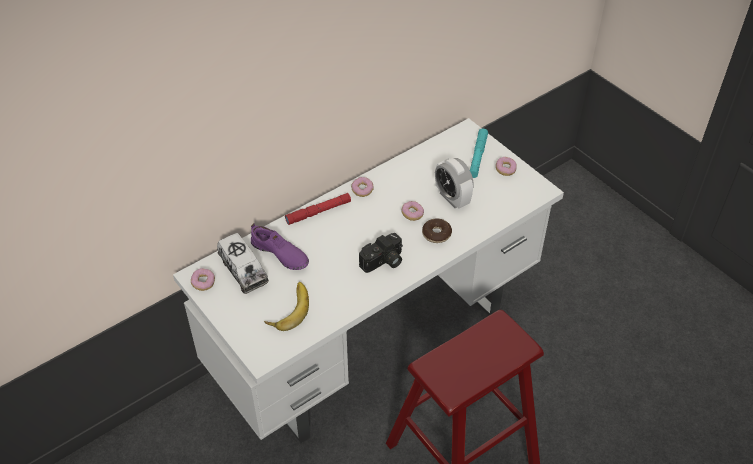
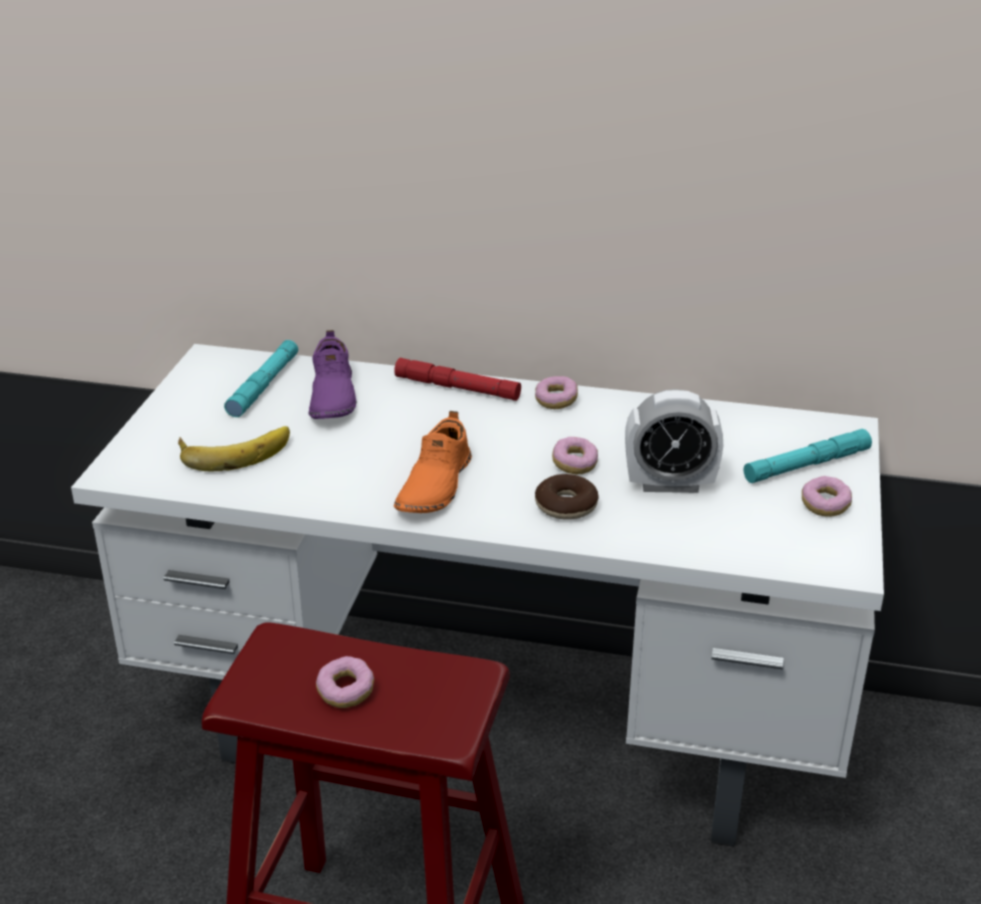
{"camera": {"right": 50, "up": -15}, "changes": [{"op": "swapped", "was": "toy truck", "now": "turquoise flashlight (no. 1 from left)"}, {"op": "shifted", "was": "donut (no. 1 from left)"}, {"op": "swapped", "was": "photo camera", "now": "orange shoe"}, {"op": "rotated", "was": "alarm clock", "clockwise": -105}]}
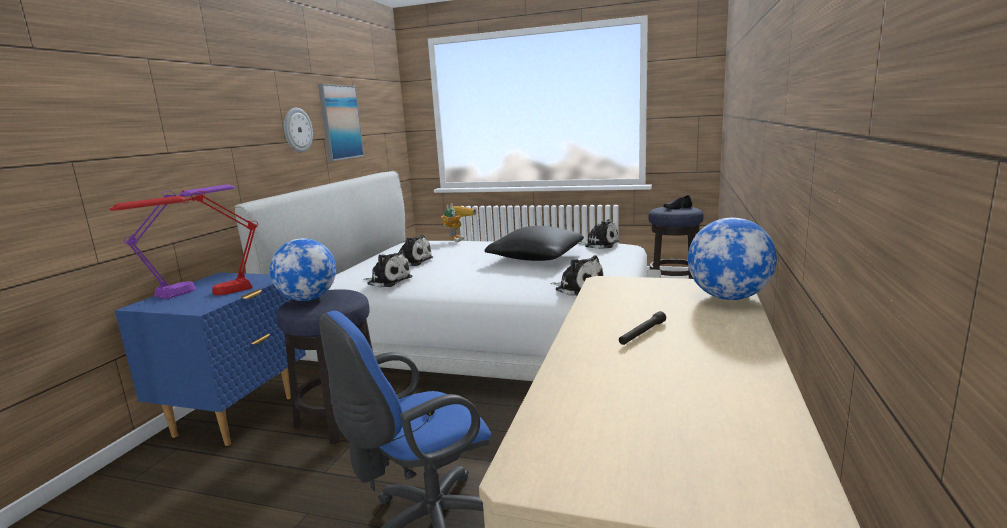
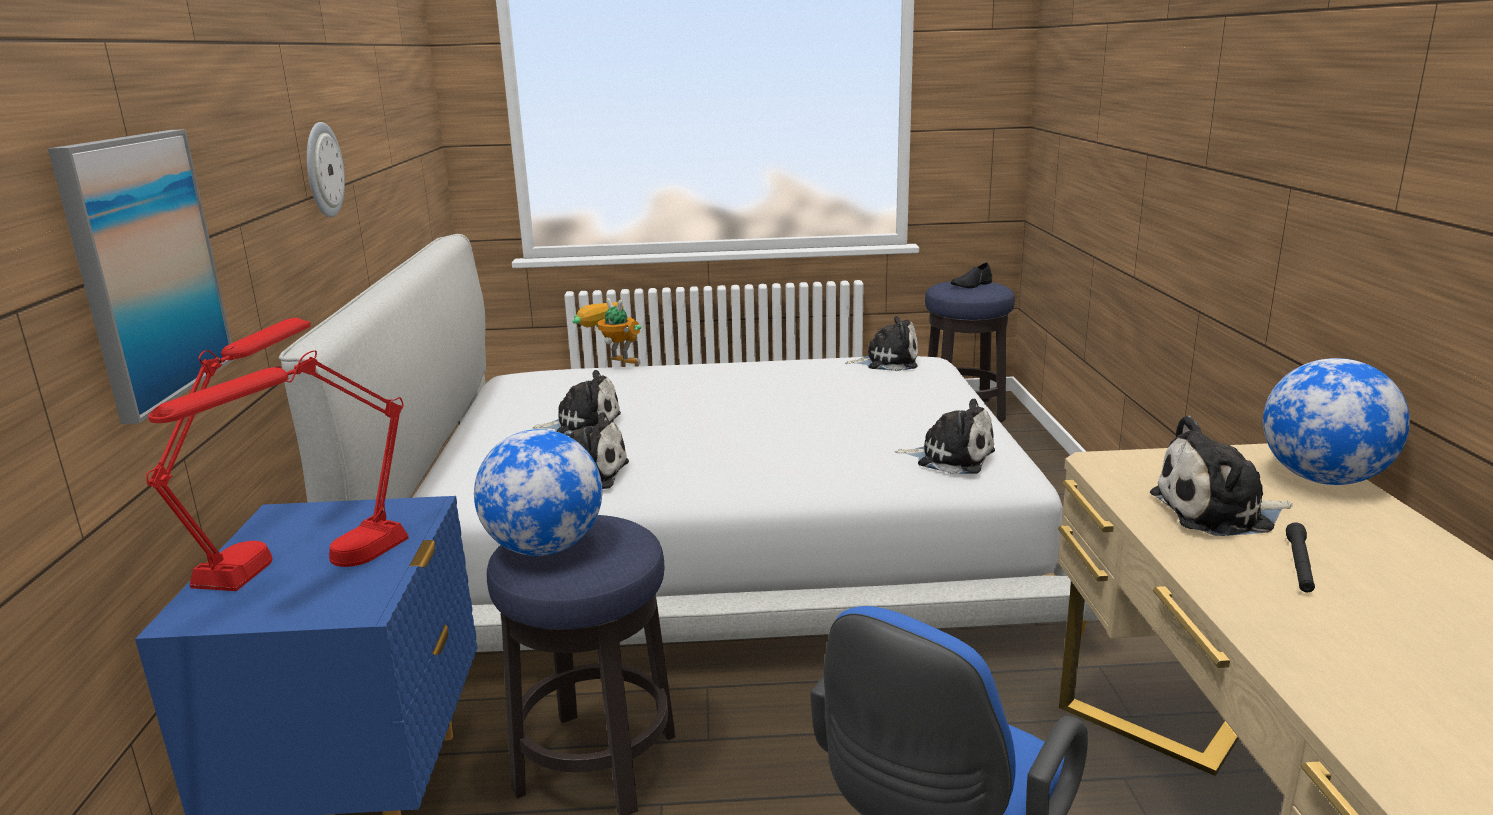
{"camera": {"right": -20, "up": 5}, "changes": [{"op": "shifted", "was": "picture"}, {"op": "repainted", "was": "purple table lamp", "now": "red table lamp (no. 1 from left)"}, {"op": "rotated", "was": "toy robot", "clockwise": -60}, {"op": "new", "now": "plush toy (no. 5 from left)"}, {"op": "gone", "was": "black pillow"}]}
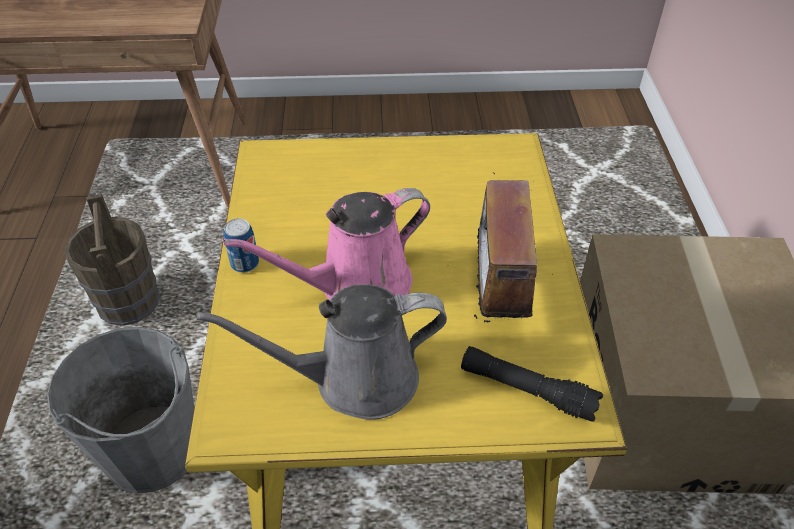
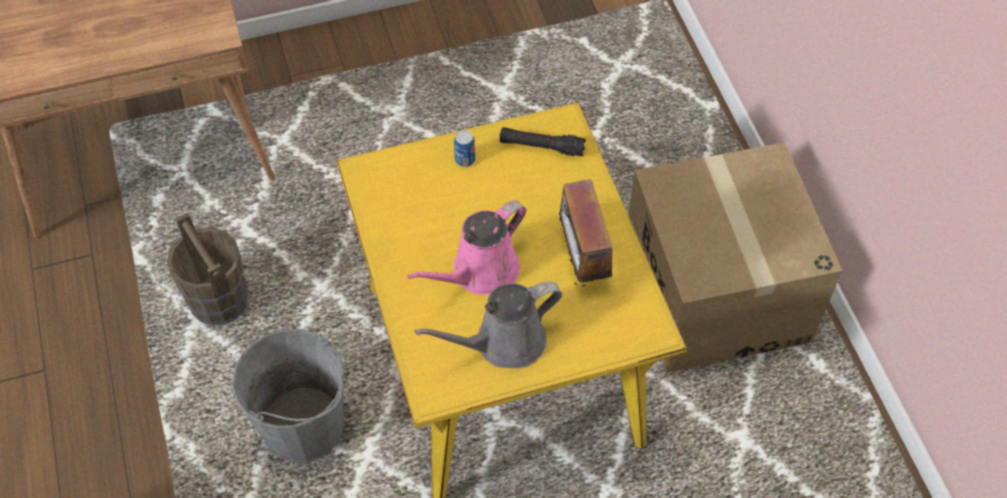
{"camera": {"right": -15, "up": 10}, "changes": [{"op": "shifted", "was": "can"}, {"op": "shifted", "was": "black flashlight"}]}
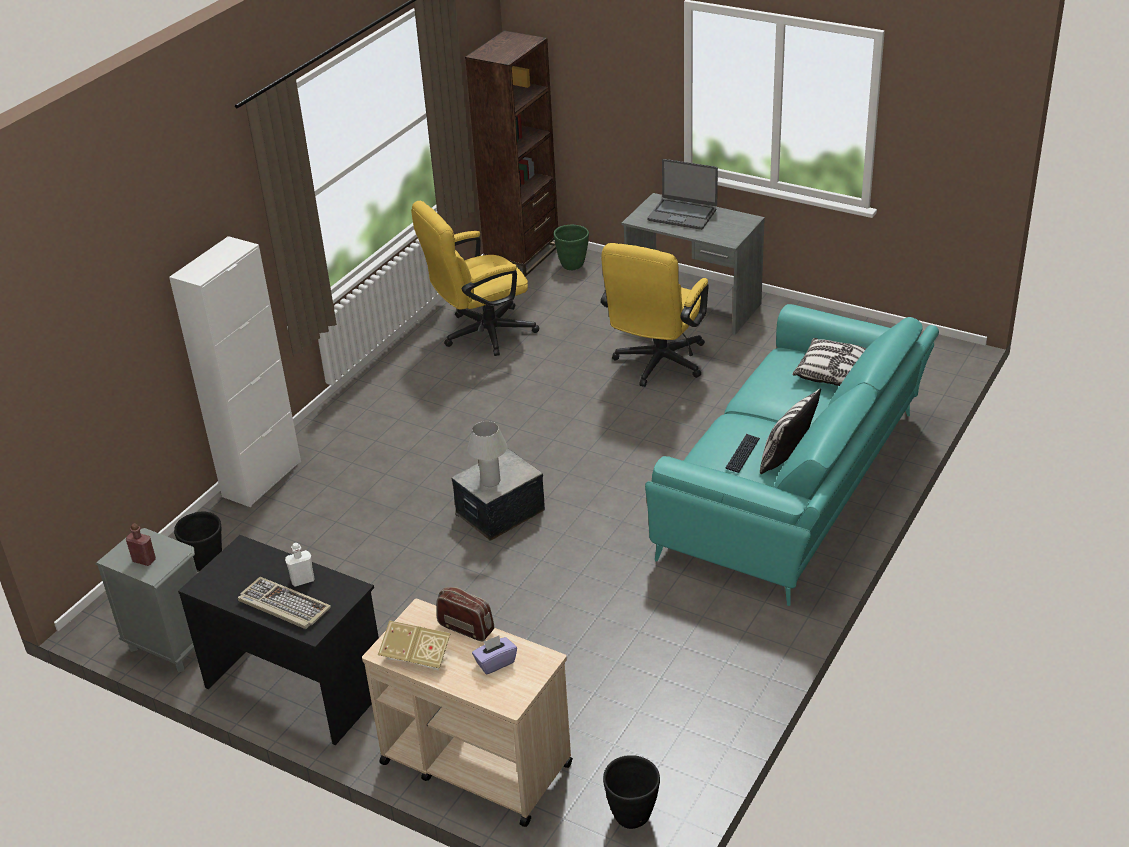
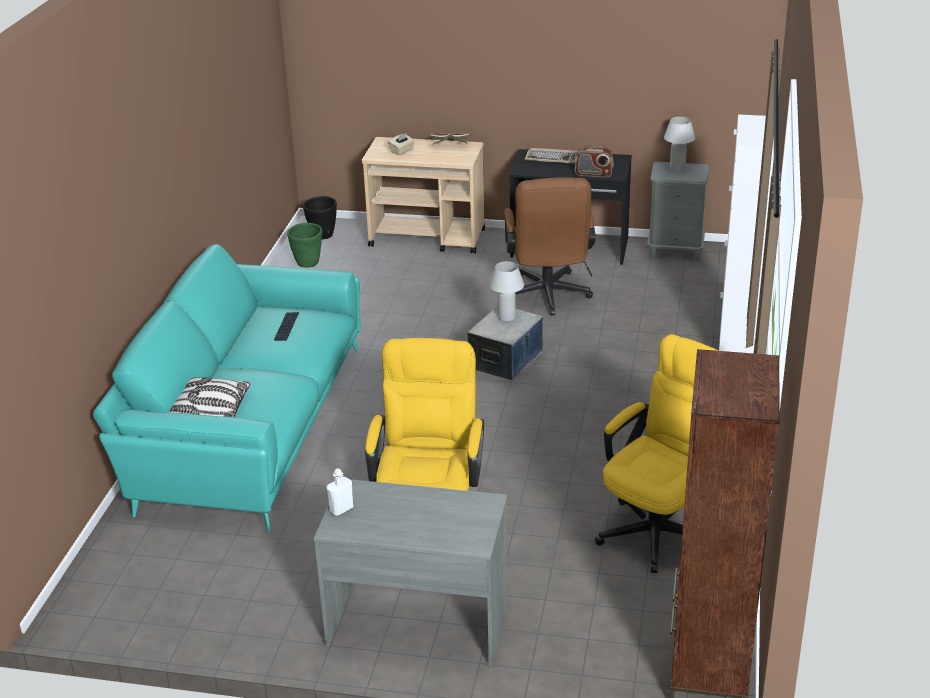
{"camera": {"right": 160, "up": -5}, "changes": [{"op": "shifted", "was": "green planter"}, {"op": "shifted", "was": "white bottle"}, {"op": "repainted", "was": "purple tissue box", "now": "beige tissue box"}, {"op": "new", "now": "brown office chair"}, {"op": "shifted", "was": "radio"}, {"op": "swapped", "was": "red bottle", "now": "white table lamp (no. 2 from left)"}, {"op": "gone", "was": "black planter (no. 1 from left)"}, {"op": "gone", "was": "laptop"}, {"op": "gone", "was": "pillow (no. 1 from left)"}]}
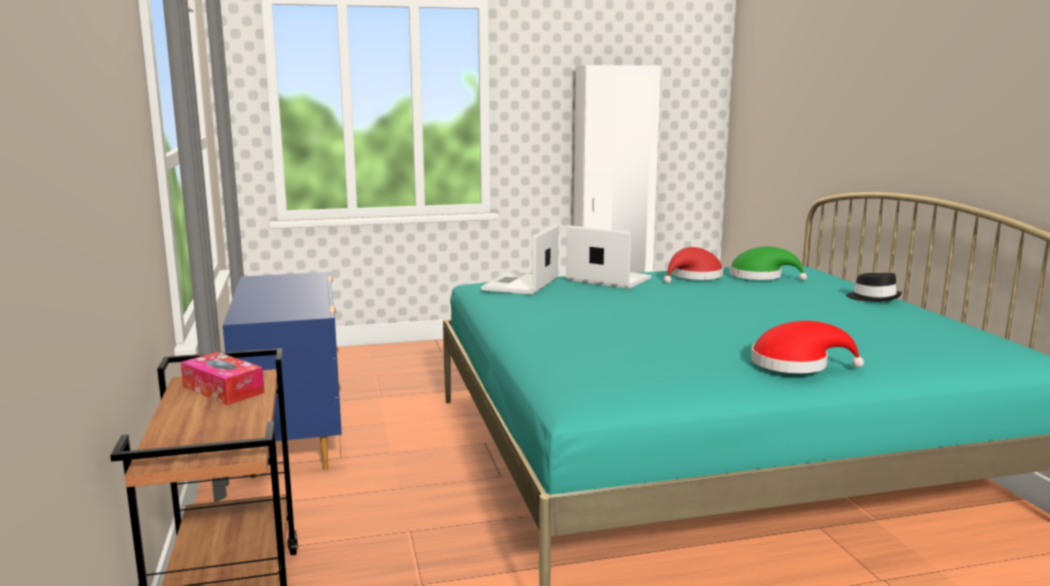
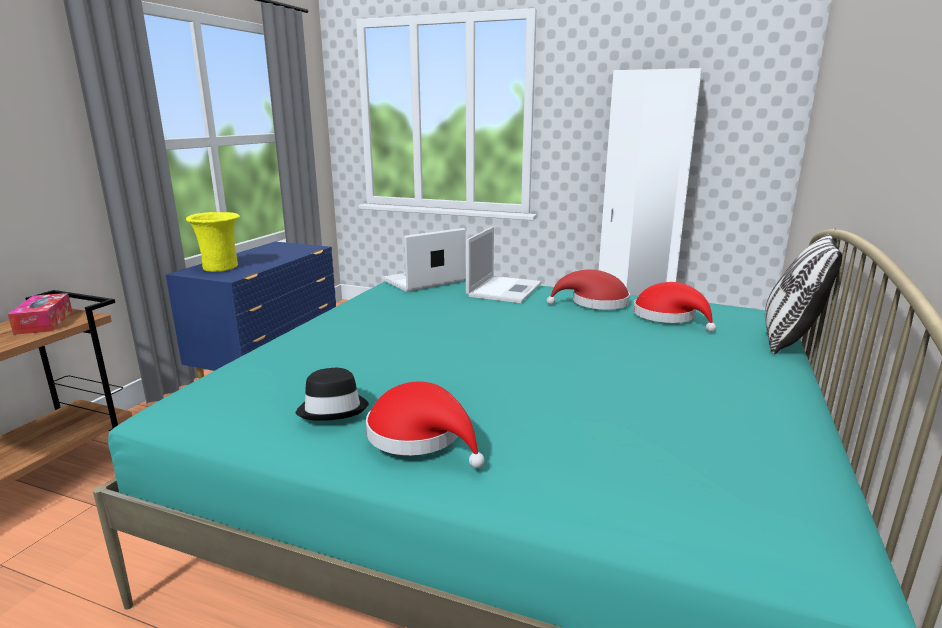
{"camera": {"right": 35, "up": 5}, "changes": [{"op": "new", "now": "yellow vase"}, {"op": "shifted", "was": "black hat"}, {"op": "rotated", "was": "laptop (no. 2 from left)", "clockwise": 45}, {"op": "repainted", "was": "green hat", "now": "red hat (no. 3 from left)"}, {"op": "new", "now": "pillow"}]}
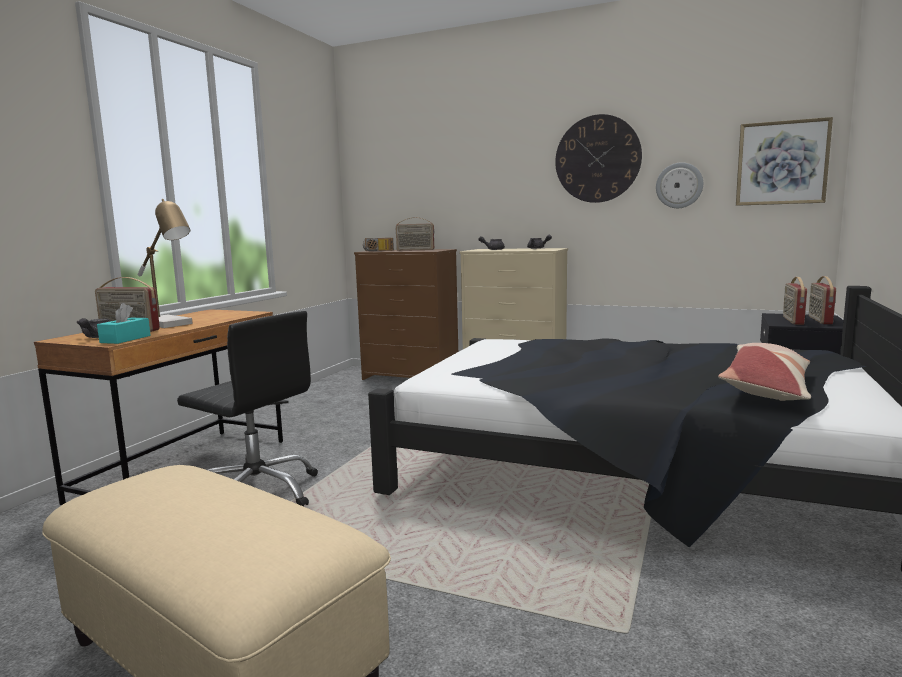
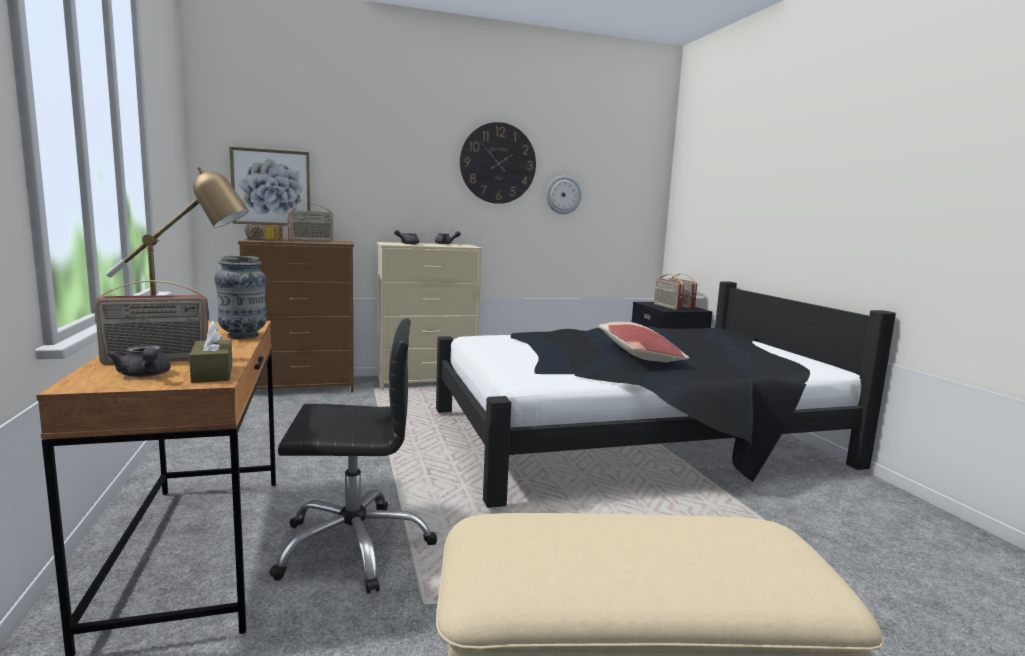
{"camera": {"right": -40, "up": 0}, "changes": [{"op": "repainted", "was": "turquoise tissue box", "now": "brown tissue box"}, {"op": "new", "now": "vase"}, {"op": "shifted", "was": "picture"}, {"op": "shifted", "was": "pillow"}]}
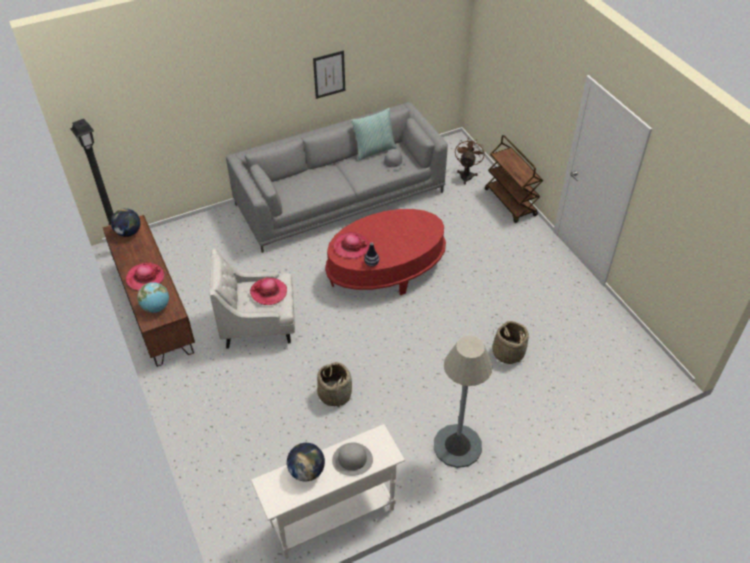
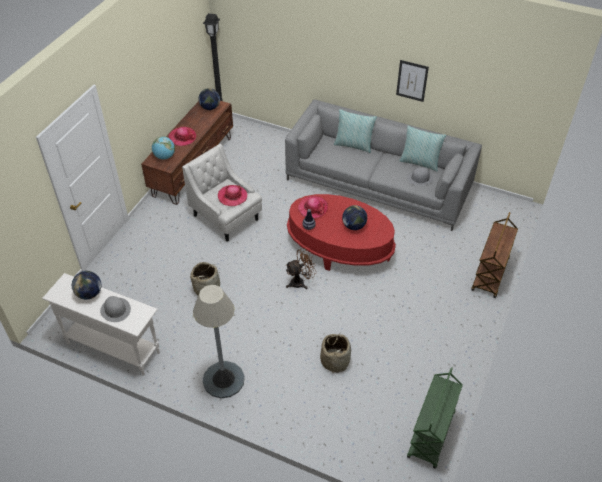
{"camera": {"right": 50, "up": 0}, "changes": [{"op": "shifted", "was": "brown fan"}, {"op": "new", "now": "pillow (no. 1 from left)"}, {"op": "new", "now": "globe (no. 4 from left)"}, {"op": "new", "now": "green cart"}]}
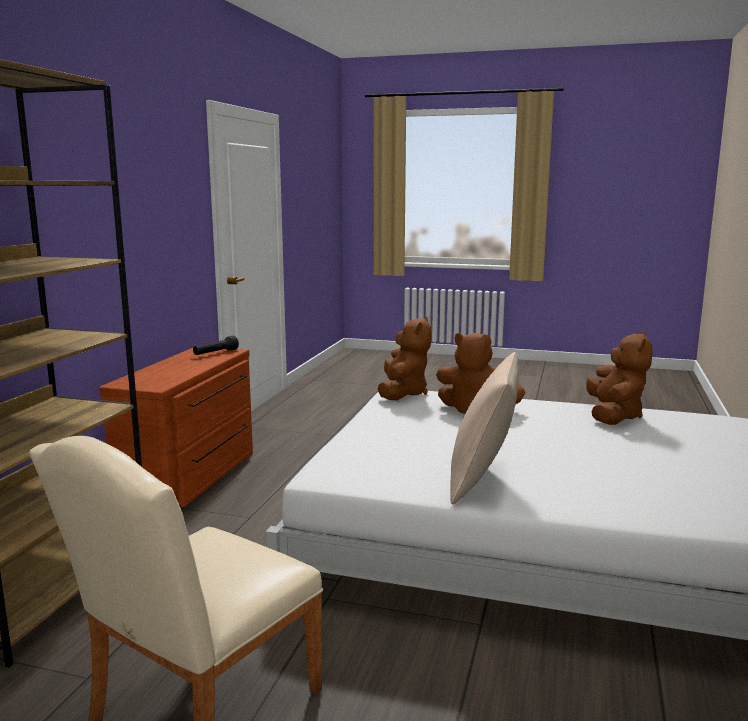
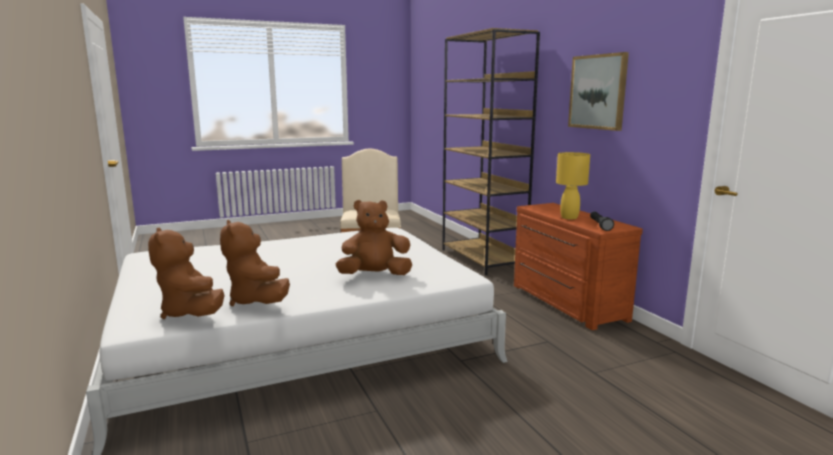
{"camera": {"right": 140, "up": 0}, "changes": [{"op": "shifted", "was": "brown plush toy (no. 1 from left)"}, {"op": "new", "now": "yellow table lamp"}, {"op": "new", "now": "picture"}, {"op": "gone", "was": "beige pillow"}]}
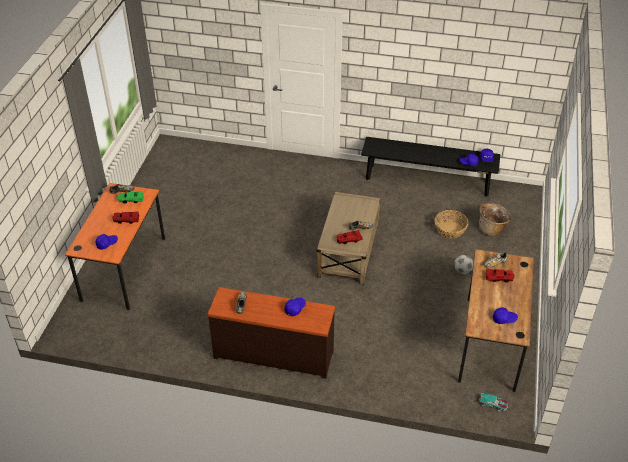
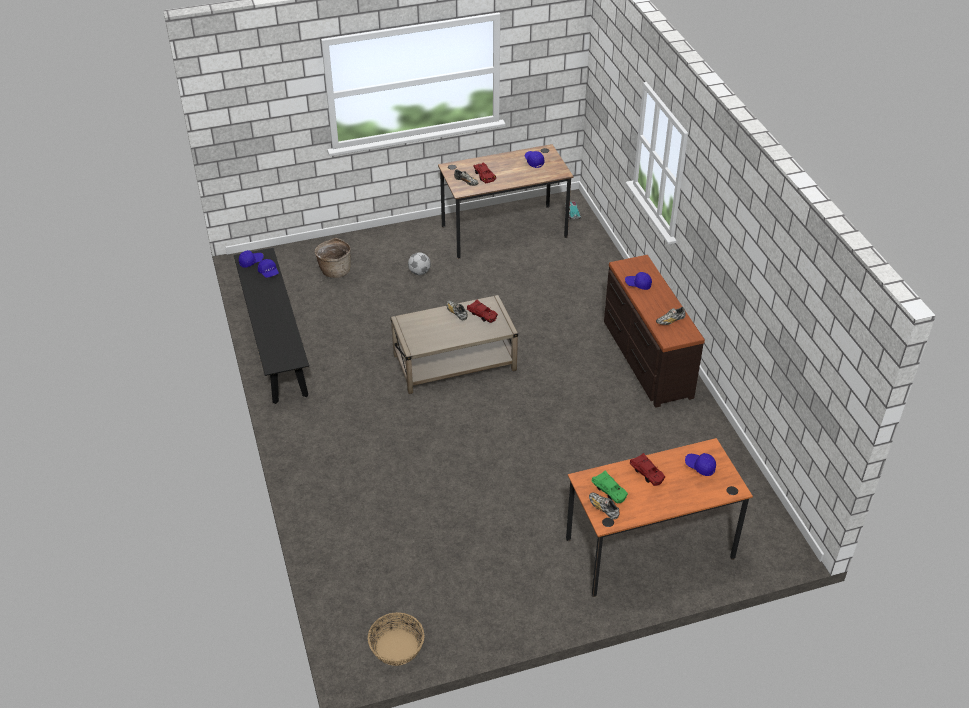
{"camera": {"right": -120, "up": 0}, "changes": [{"op": "shifted", "was": "basket (no. 1 from left in the first image)", "now": "basket (no. 2 from left)"}]}
